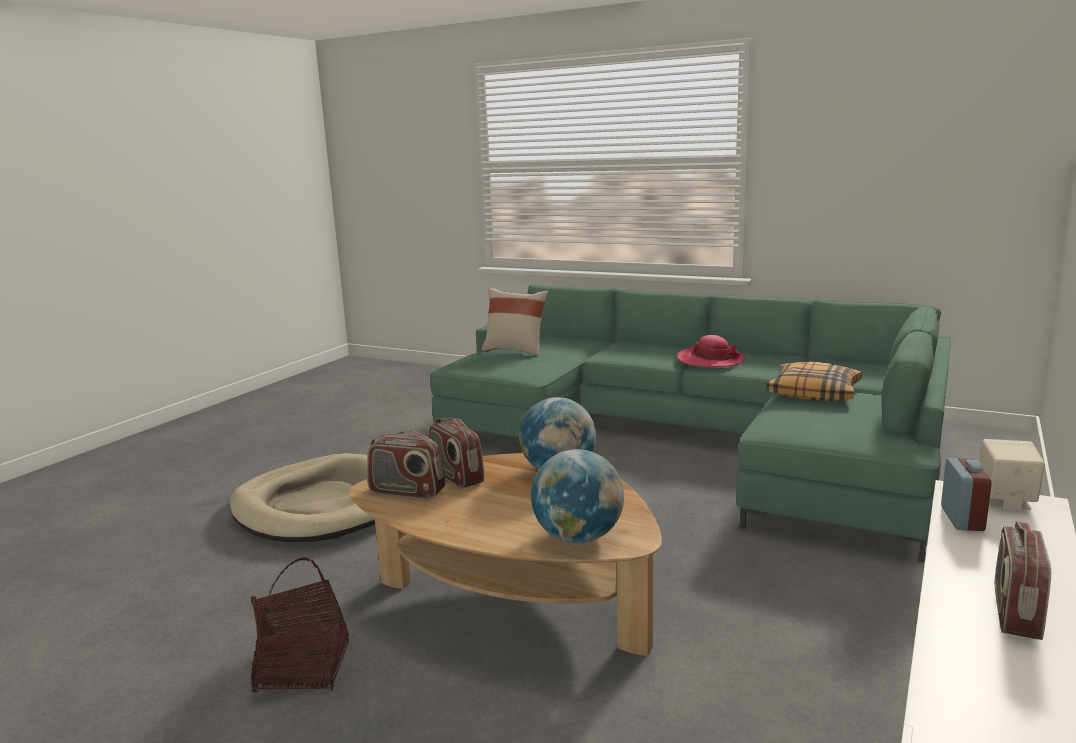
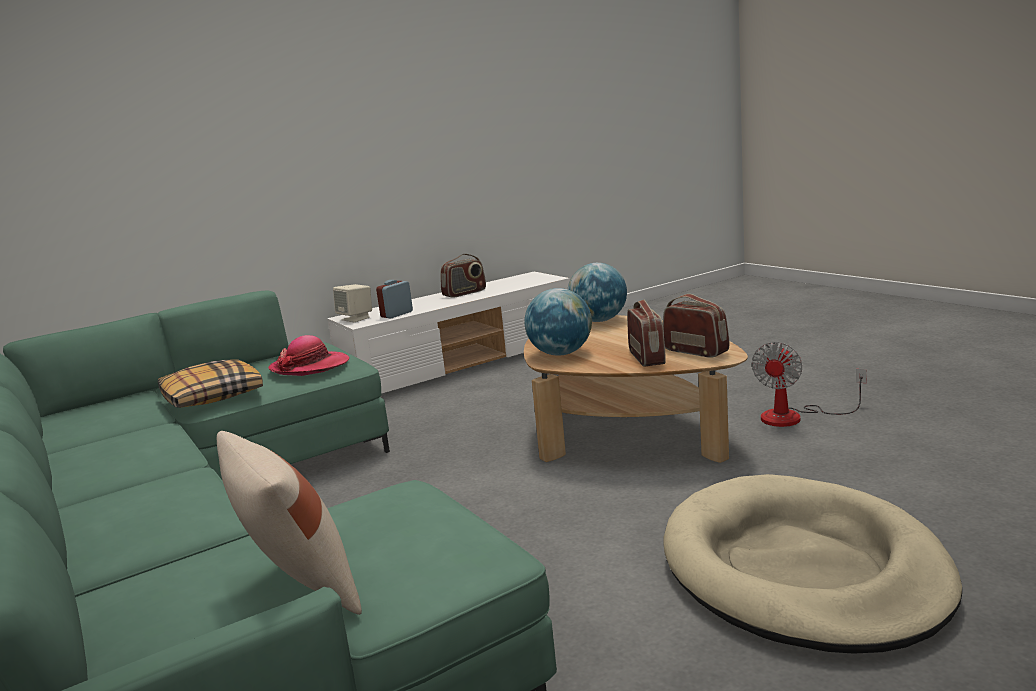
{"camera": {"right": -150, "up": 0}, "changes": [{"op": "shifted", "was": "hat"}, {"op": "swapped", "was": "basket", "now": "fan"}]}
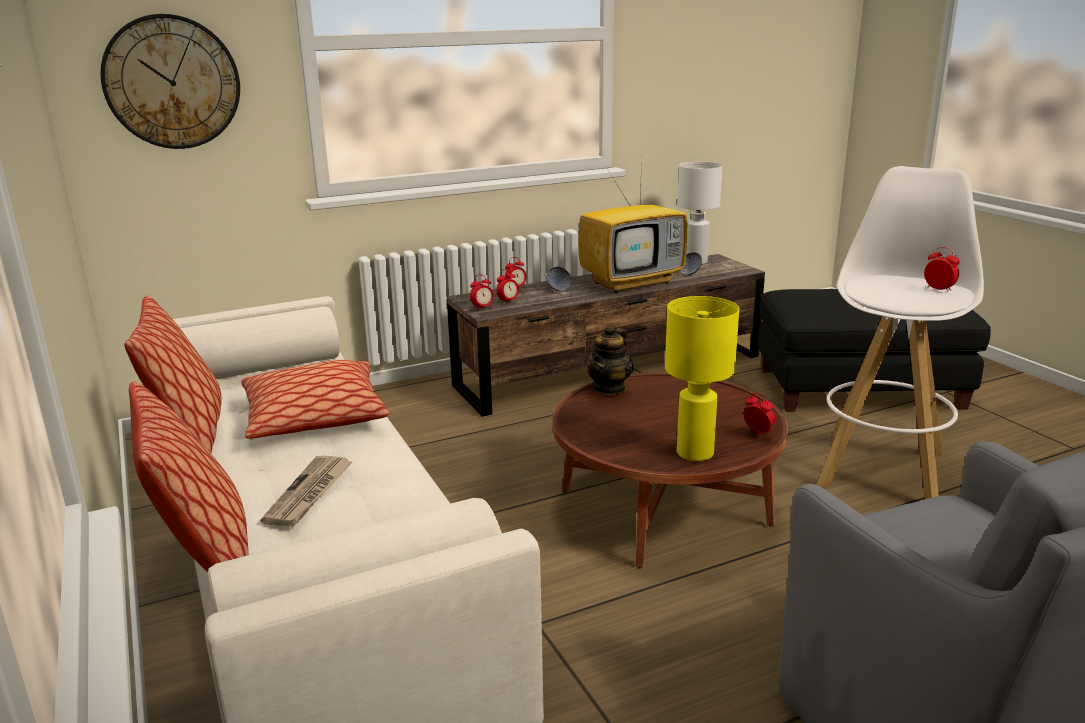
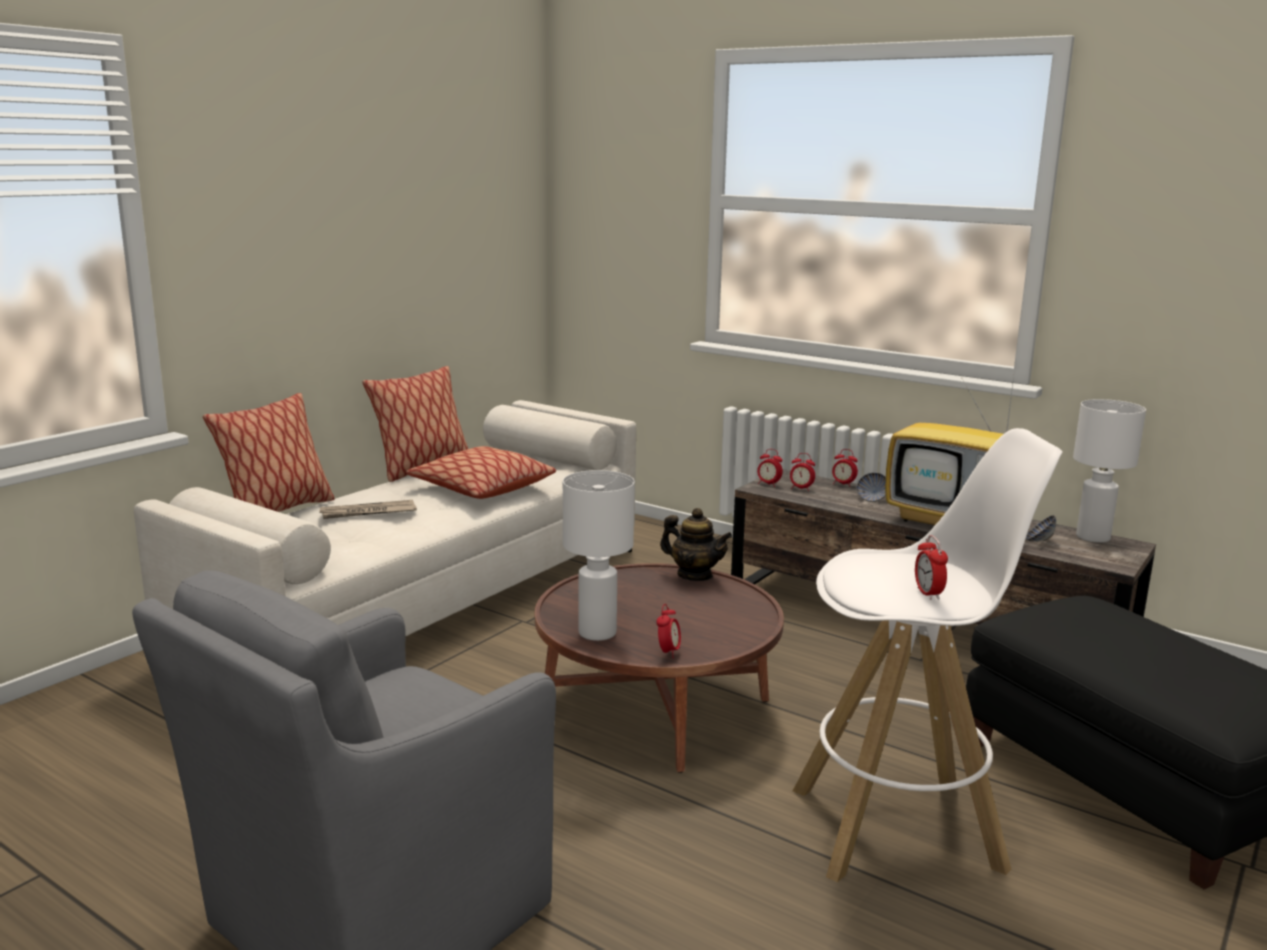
{"camera": {"right": 60, "up": -5}, "changes": [{"op": "repainted", "was": "yellow table lamp", "now": "white table lamp (no. 1 from left)"}, {"op": "rotated", "was": "teapot", "clockwise": -150}, {"op": "rotated", "was": "alarm clock (no. 5 from left)", "clockwise": 150}, {"op": "gone", "was": "wall clock"}]}
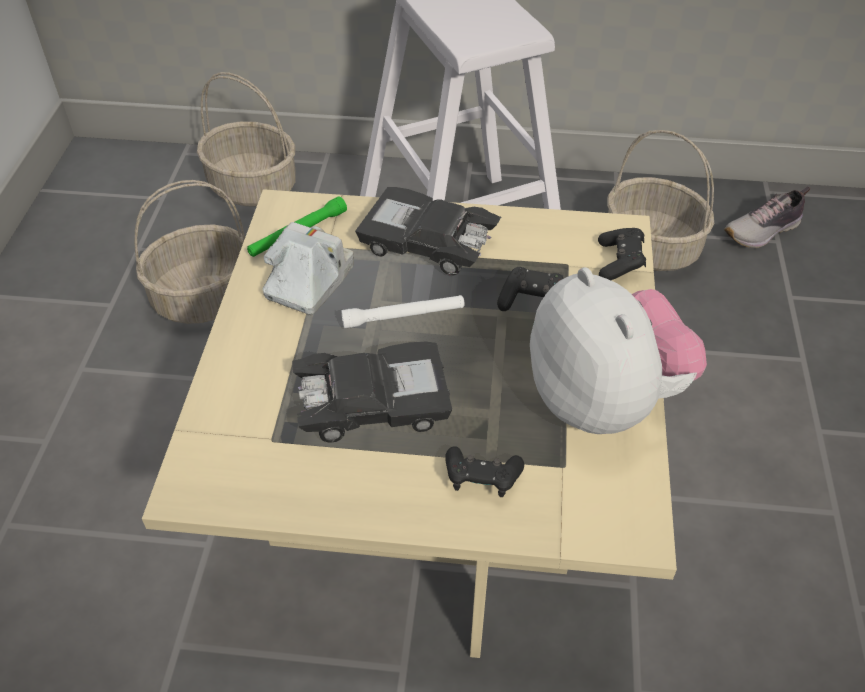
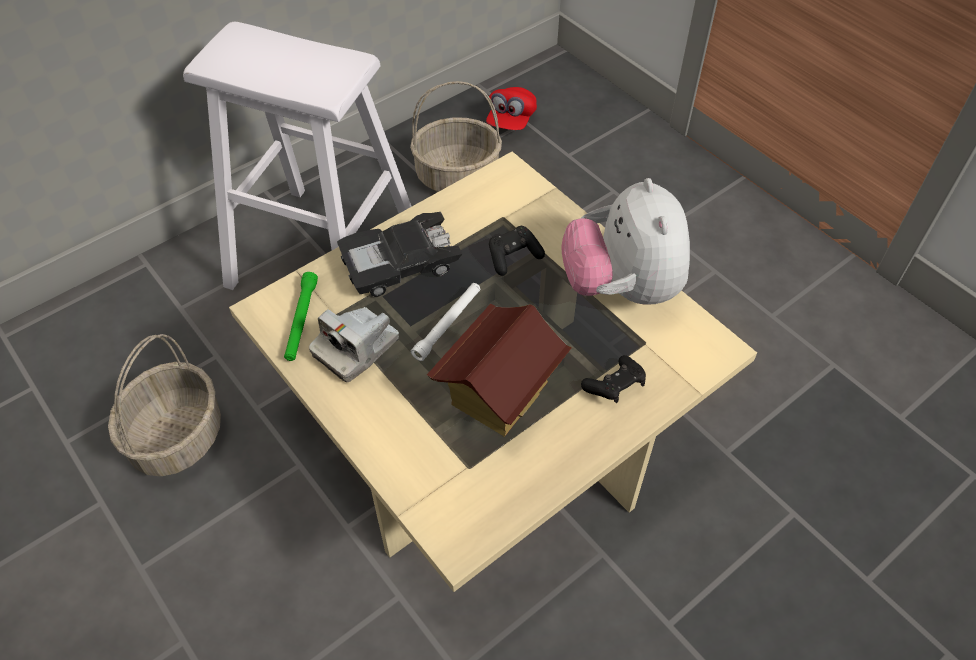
{"camera": {"right": -45, "up": 5}, "changes": [{"op": "rotated", "was": "photo camera", "clockwise": -120}, {"op": "swapped", "was": "black toy car (no. 1 from left)", "now": "toy house"}, {"op": "swapped", "was": "shoe", "now": "red cap"}, {"op": "rotated", "was": "plush toy", "clockwise": -120}, {"op": "gone", "was": "basket (no. 2 from left)"}, {"op": "gone", "was": "black game controller (no. 3 from left)"}]}
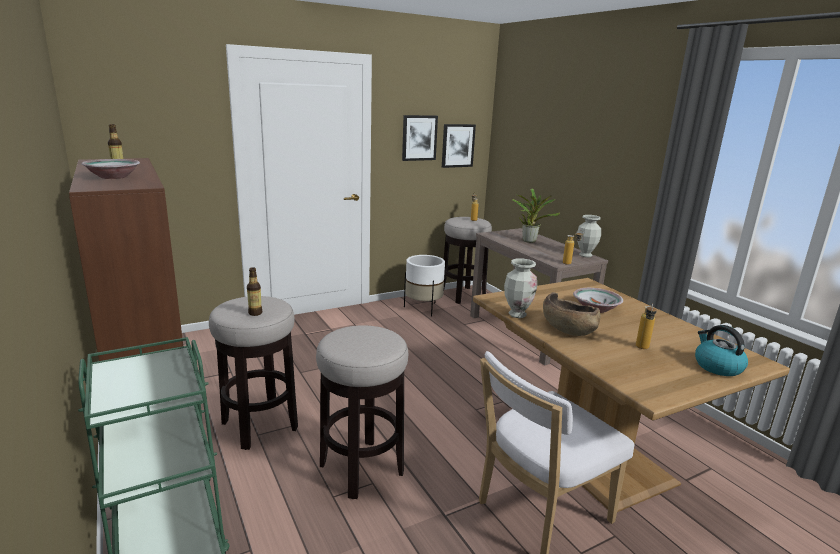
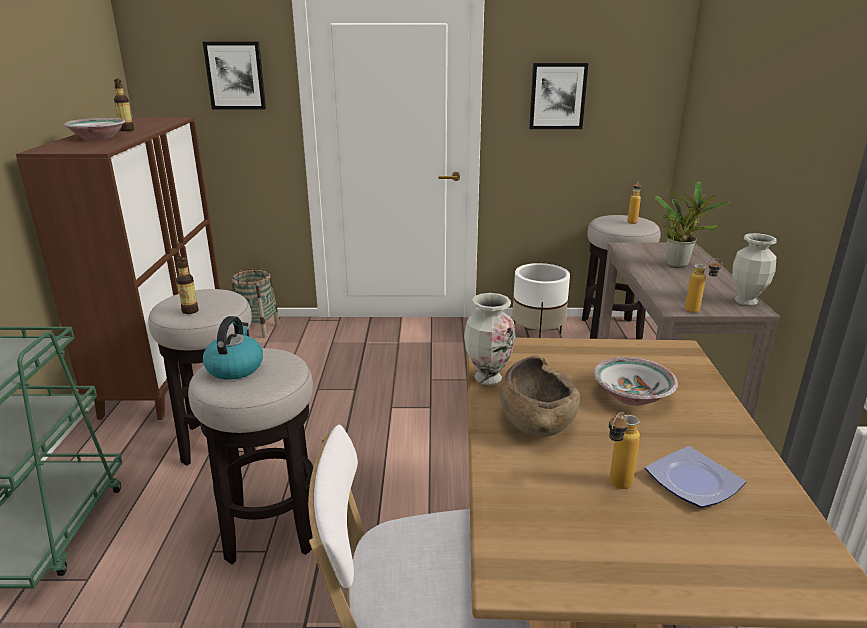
{"camera": {"right": 30, "up": 5}, "changes": [{"op": "shifted", "was": "picture (no. 2 from left in the first image)", "now": "picture (no. 1 from left)"}, {"op": "shifted", "was": "kettle"}, {"op": "new", "now": "basket"}, {"op": "new", "now": "plate"}]}
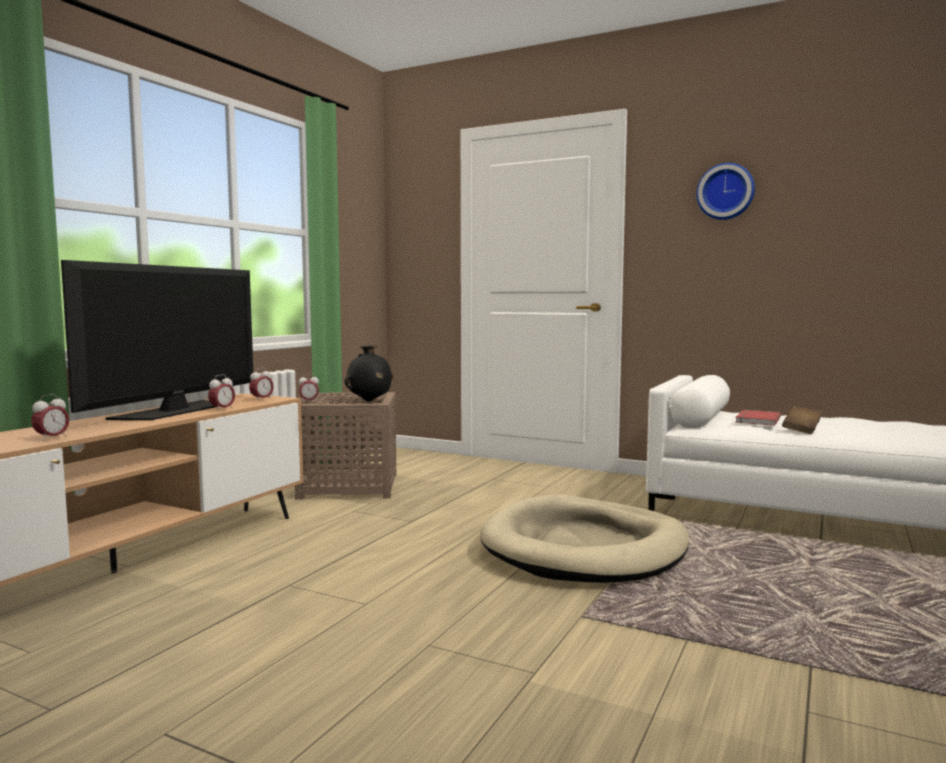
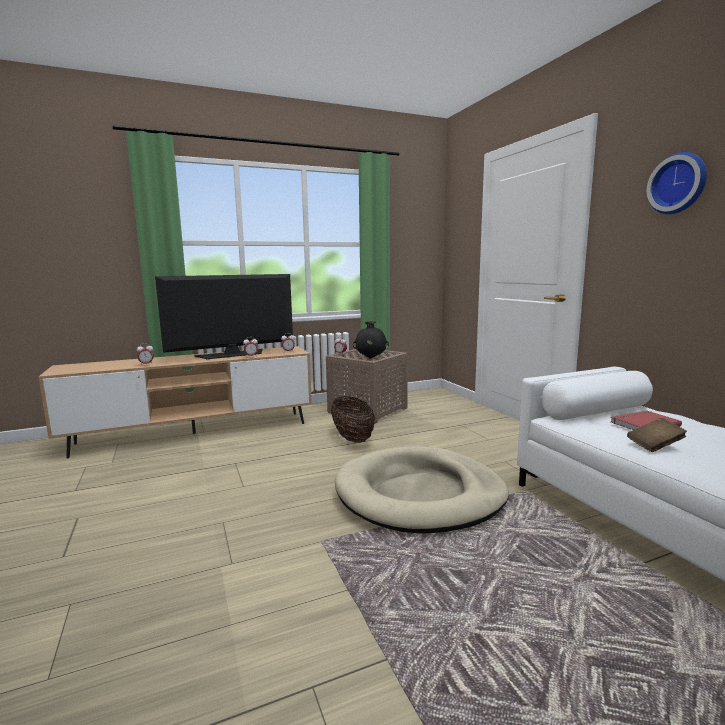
{"camera": {"right": 40, "up": 5}, "changes": [{"op": "new", "now": "basket"}]}
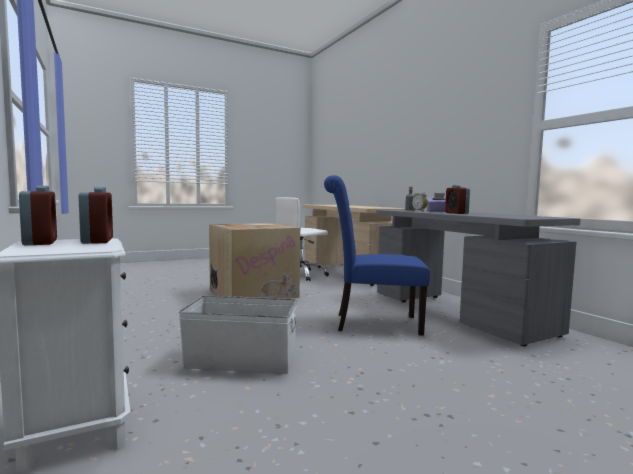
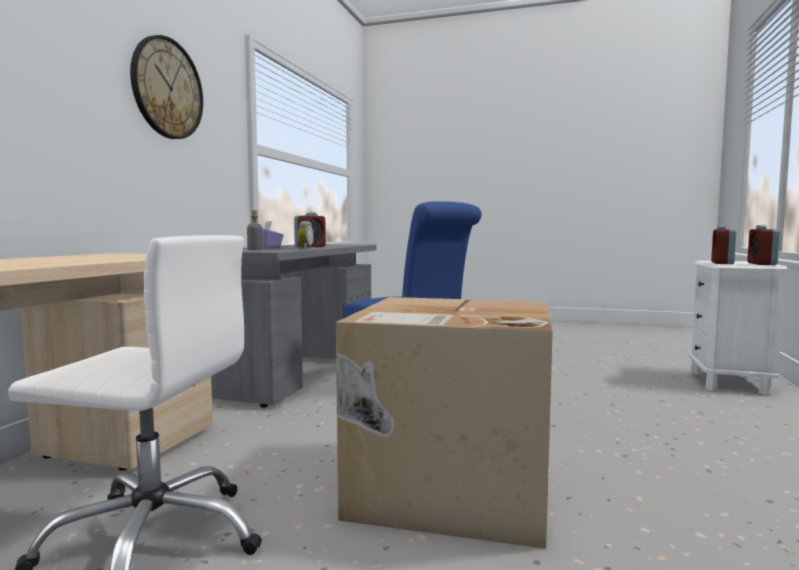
{"camera": {"right": -135, "up": 0}, "changes": [{"op": "new", "now": "wall clock"}, {"op": "gone", "was": "white storage box"}]}
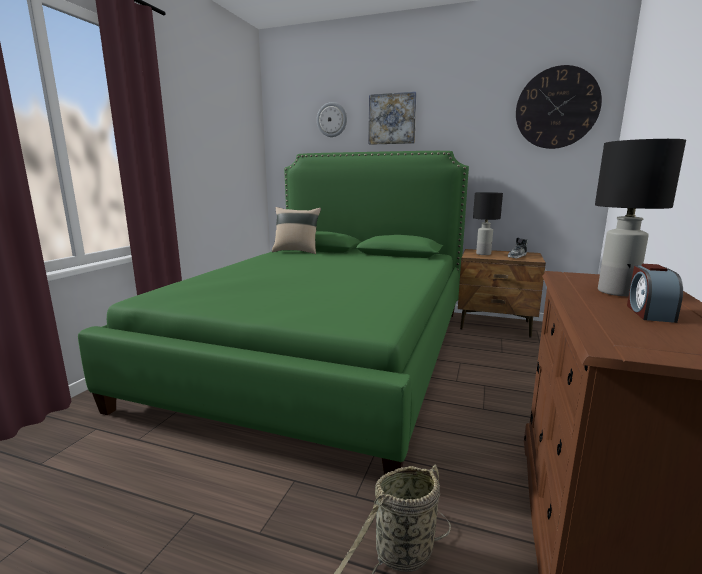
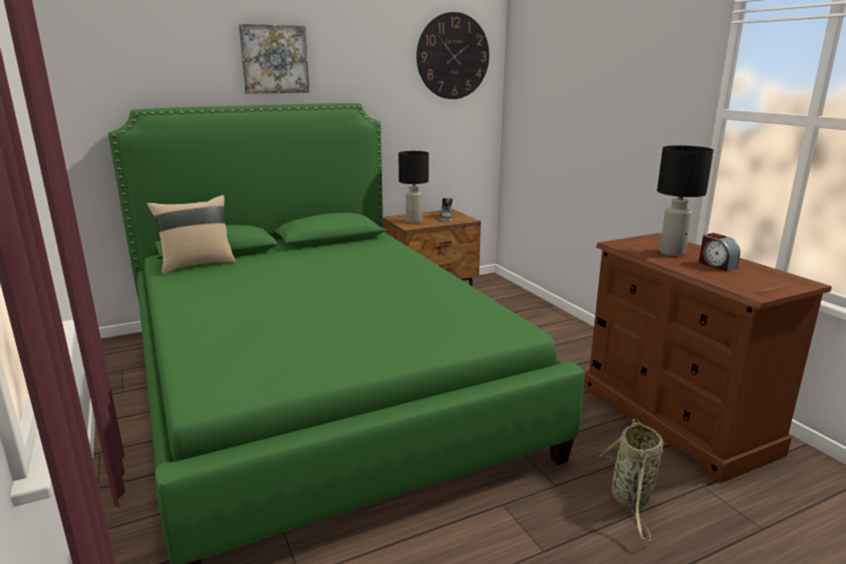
{"camera": {"right": -45, "up": 5}, "changes": [{"op": "gone", "was": "wall clock (no. 1 from left)"}]}
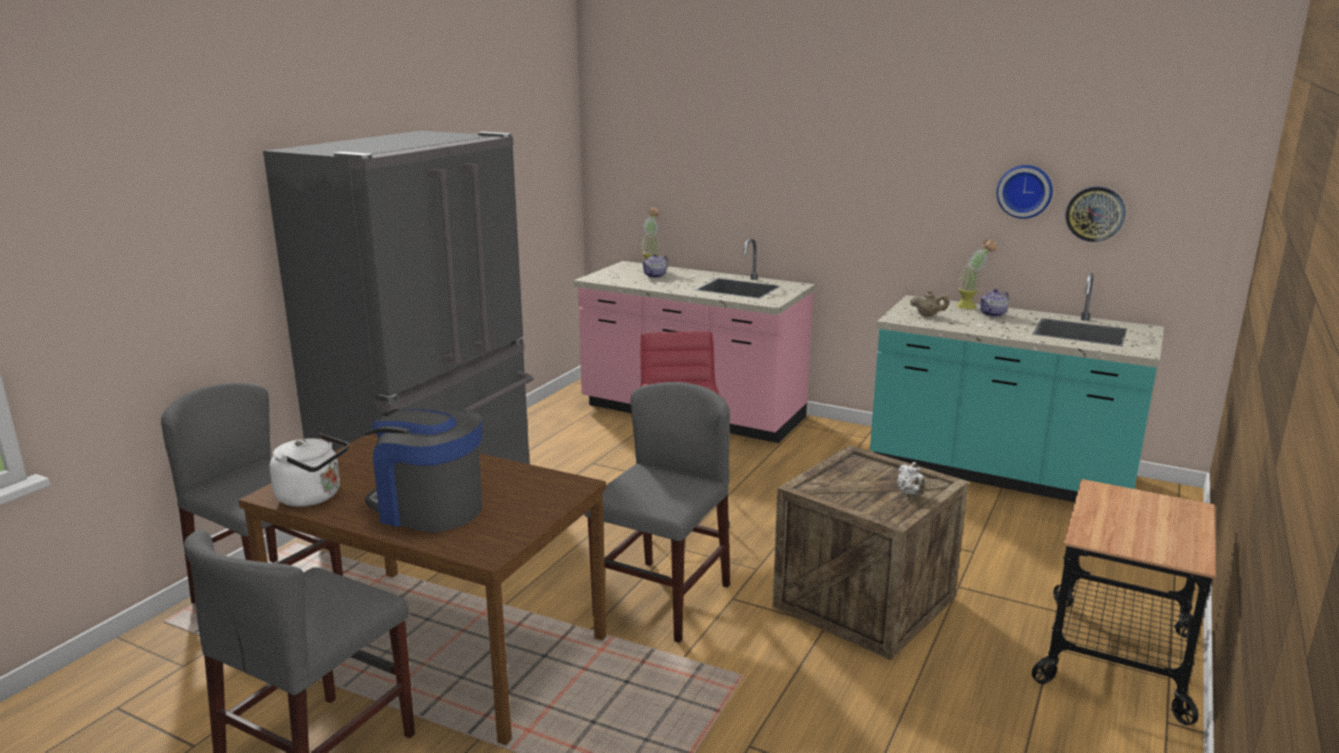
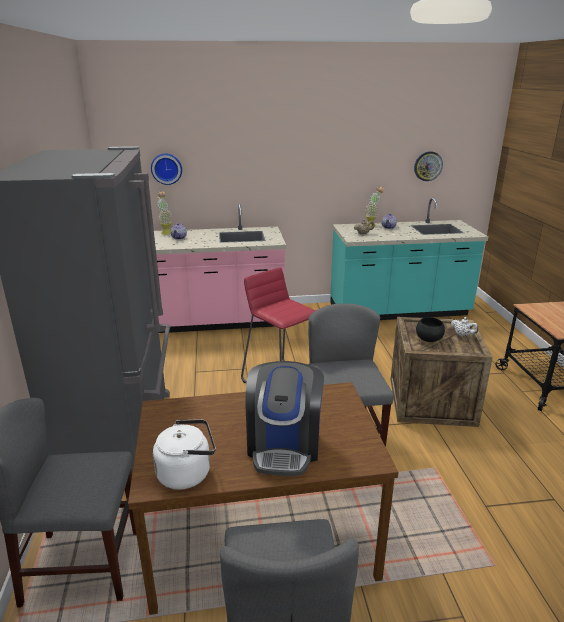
{"camera": {"right": -35, "up": 5}, "changes": [{"op": "shifted", "was": "wall clock (no. 1 from left)"}, {"op": "rotated", "was": "coffee machine", "clockwise": -75}, {"op": "new", "now": "black bowl"}]}
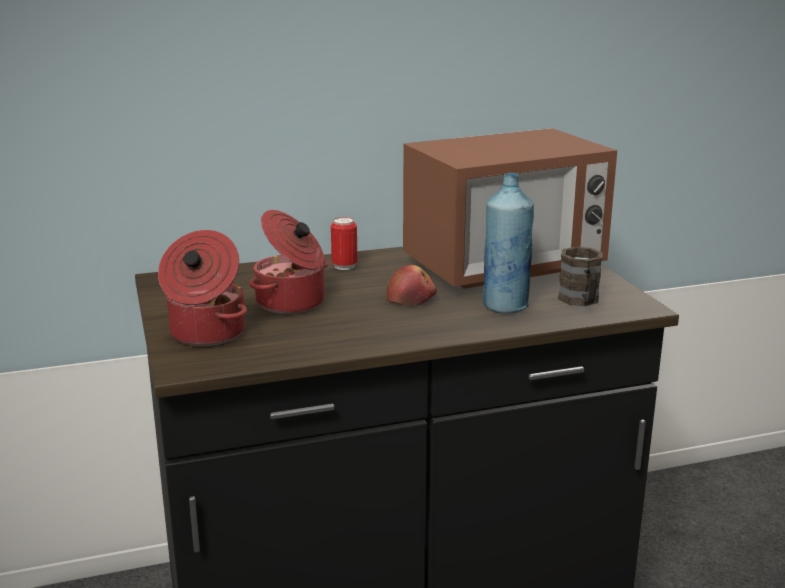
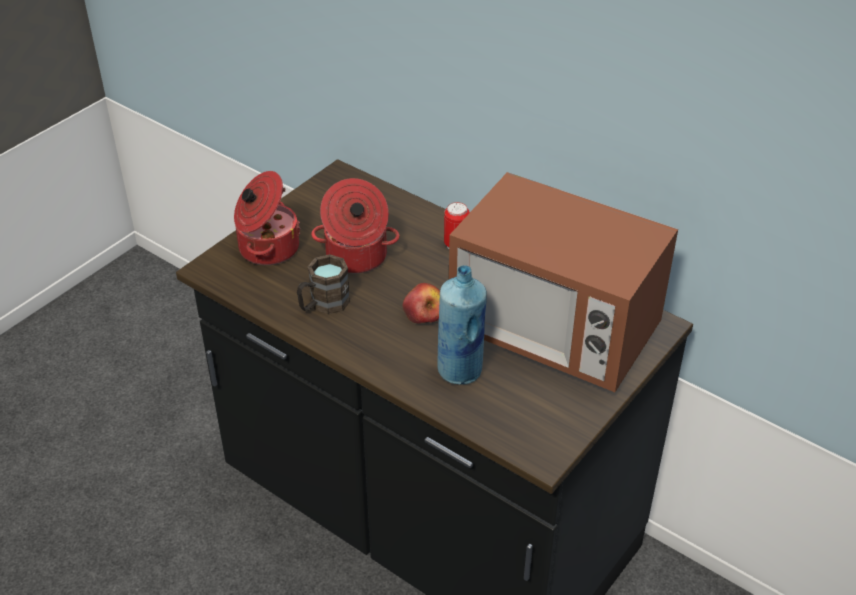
{"camera": {"right": 55, "up": 20}, "changes": [{"op": "shifted", "was": "brown mug"}]}
